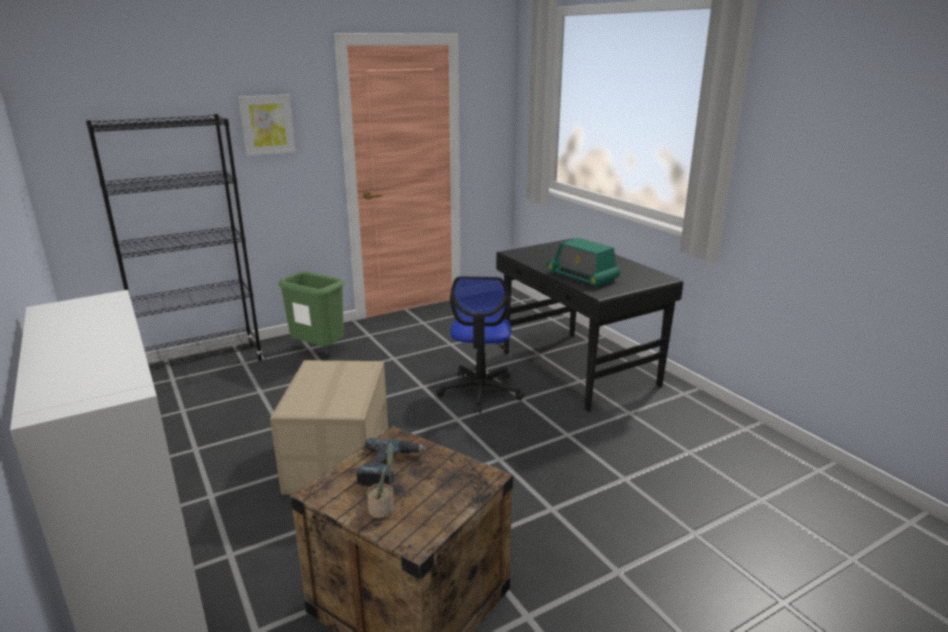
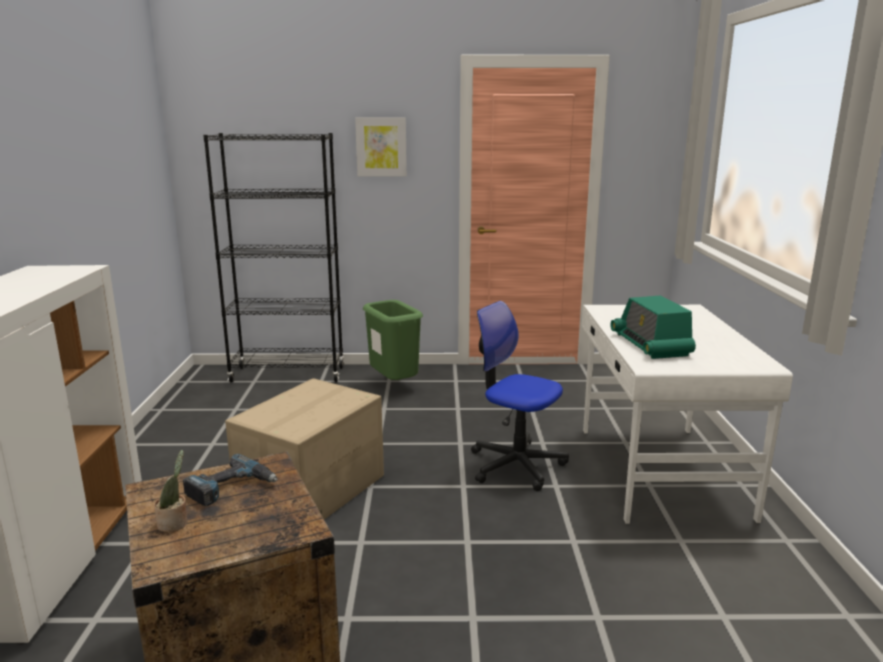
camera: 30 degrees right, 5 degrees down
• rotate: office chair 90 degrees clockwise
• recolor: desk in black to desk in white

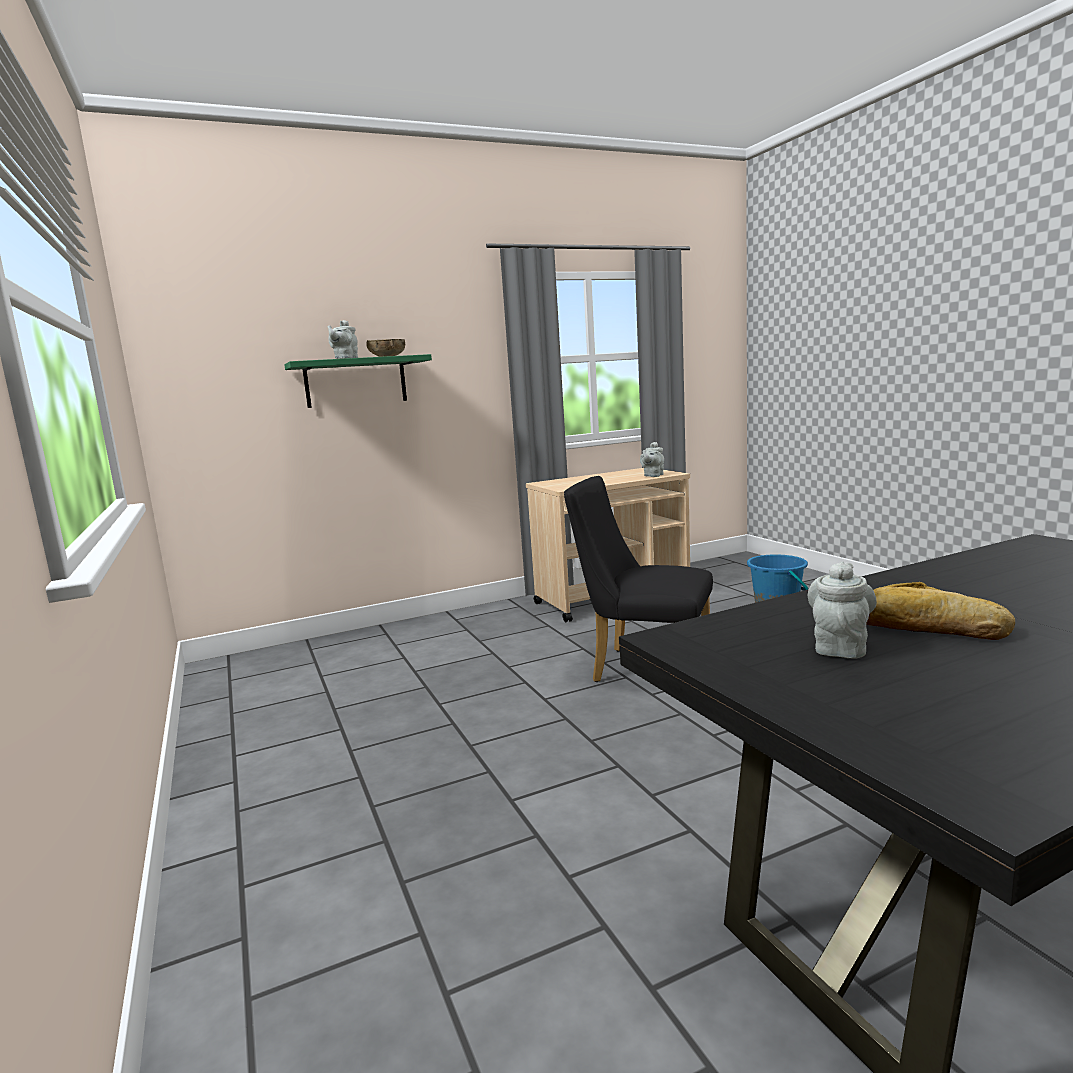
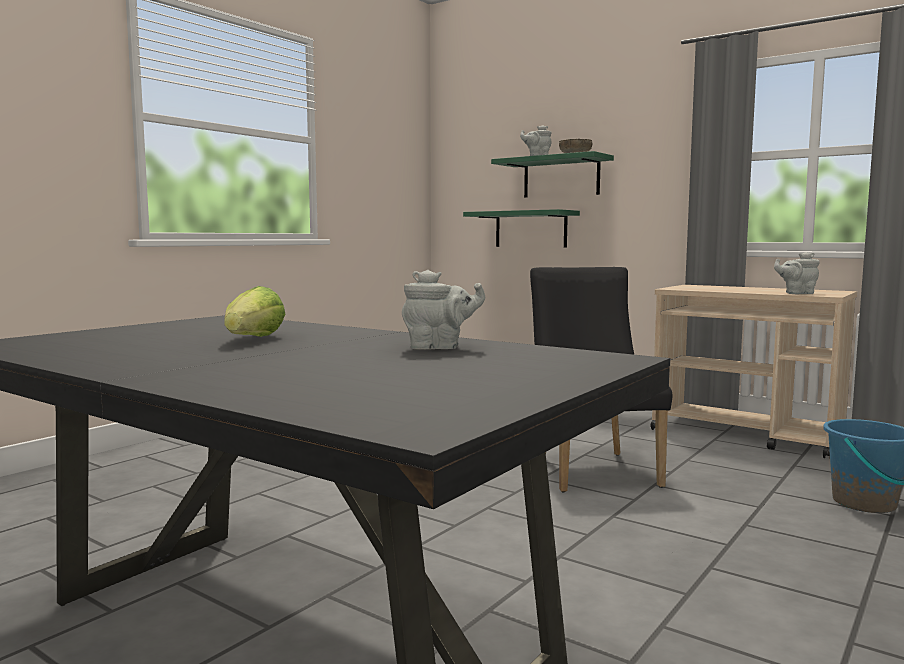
camera: 60 degrees right, 5 degrees down
• replace: bread to lettuce
• move: teapot in grey (3rd from left in the first image) to teapot in grey (1st from left)
• insert: shelf in green (1st from left)

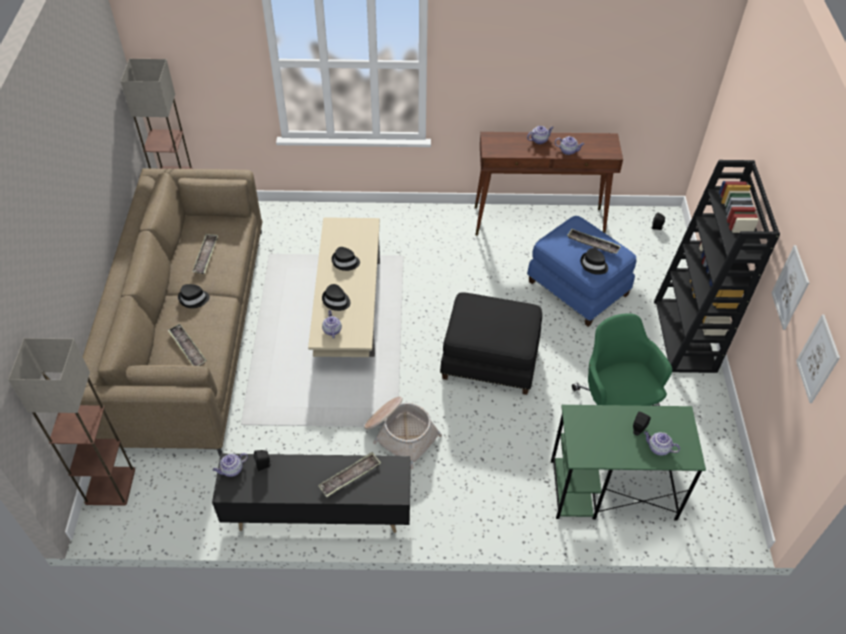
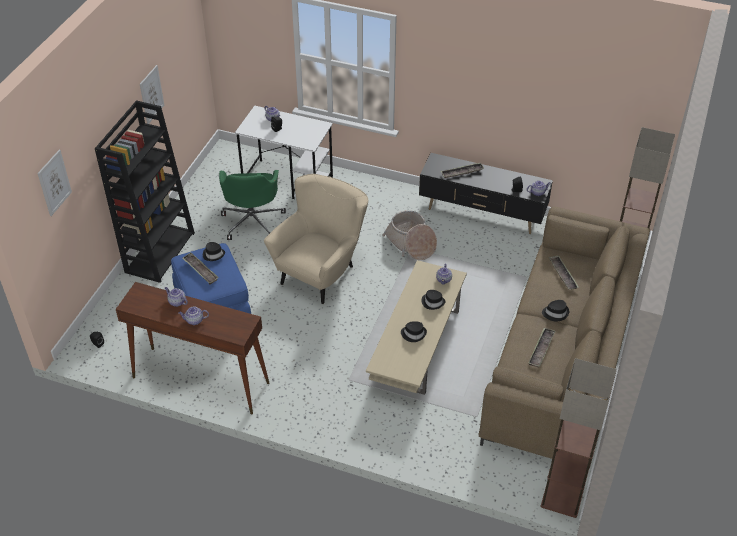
camera: 160 degrees left, 5 degrees down
• move: picture (2nd from left in the first image) to picture (1st from left)
• recolor: desk in green to desk in white
• replace: ottoman in black to armchair in beige

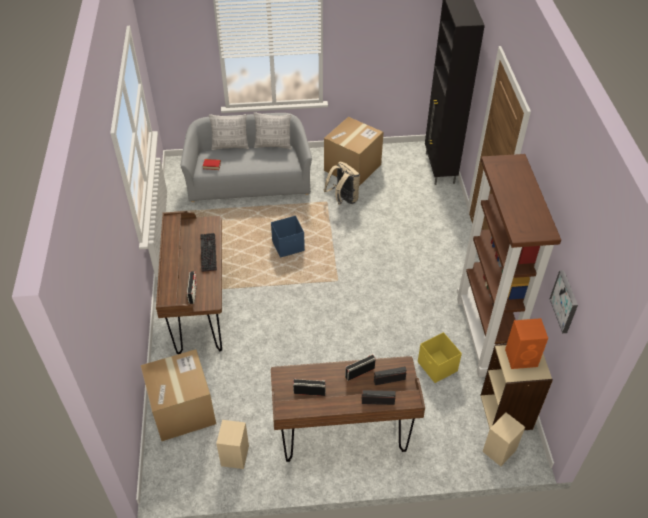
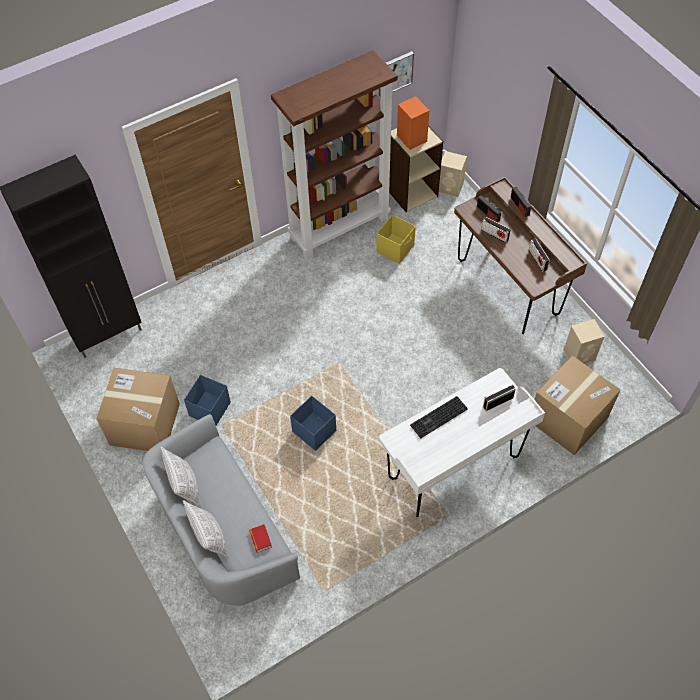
camera: 115 degrees left, 10 degrees up
• replace: backpack in beige to storage box in blue (1st from left)
• recolor: desk in brown (1st from left) to desk in white

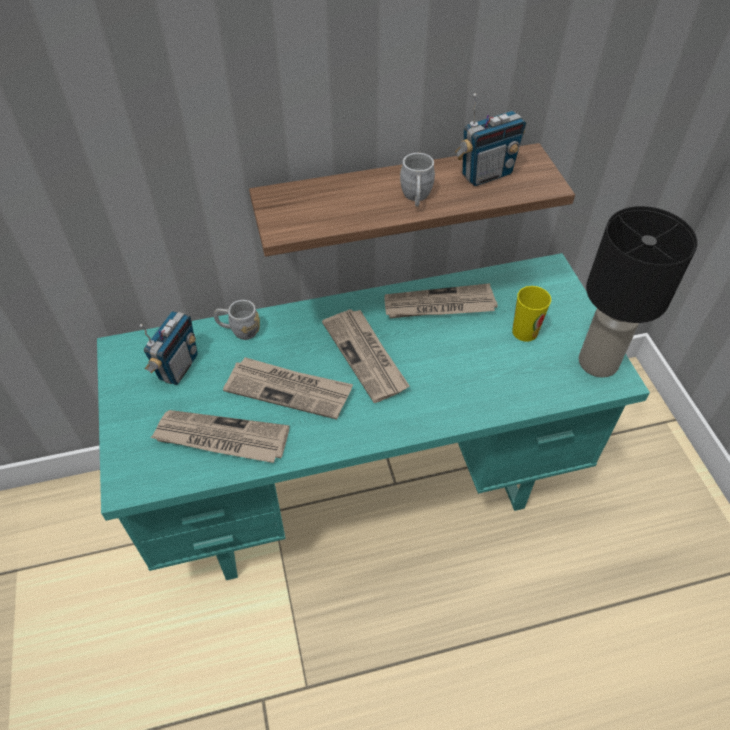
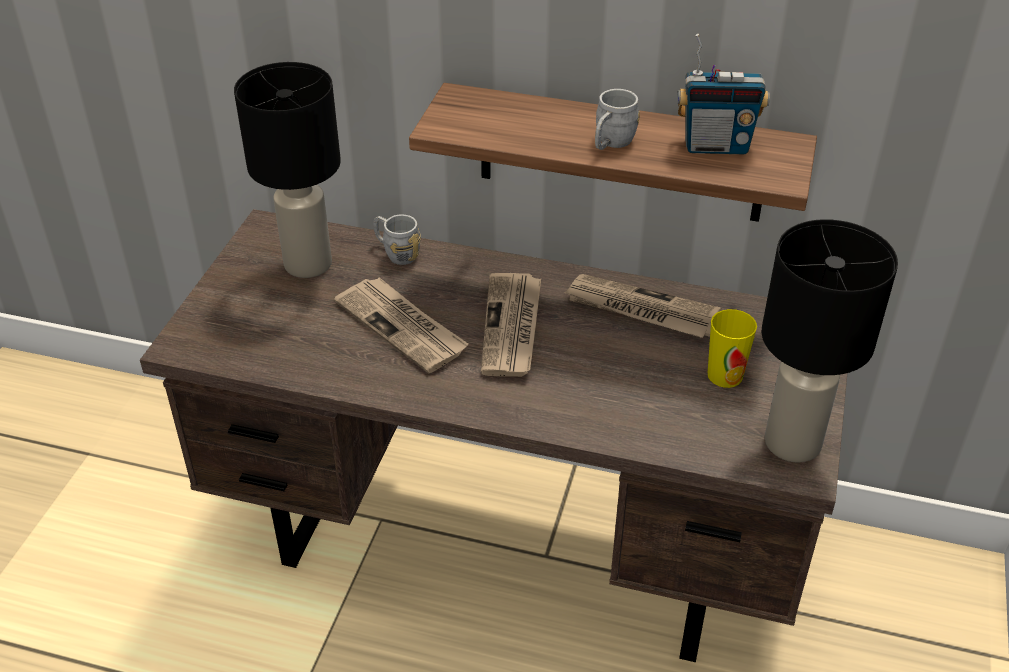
camera: 30 degrees right, 10 degrees down
• recolor: desk in turquoise to desk in brown
• replace: radio (1st from left) to table lamp in black (1st from left)
• delete: newspaper (1st from left)

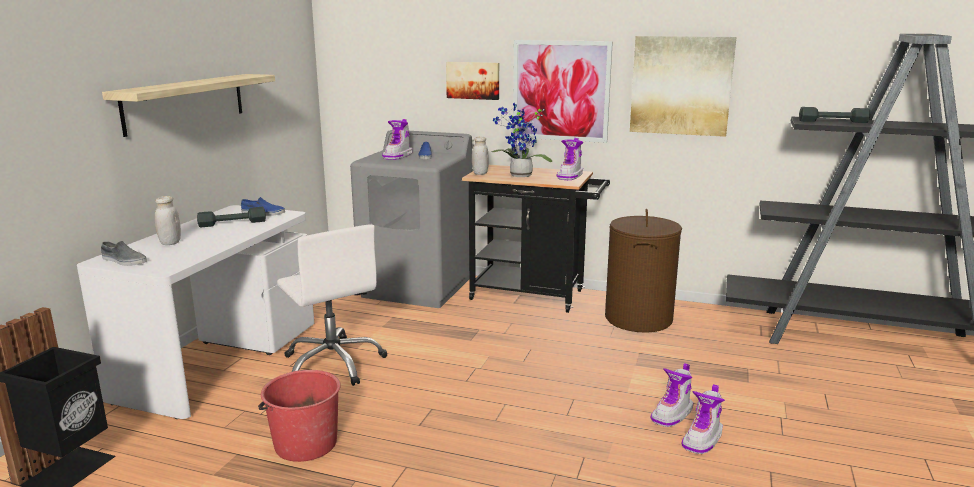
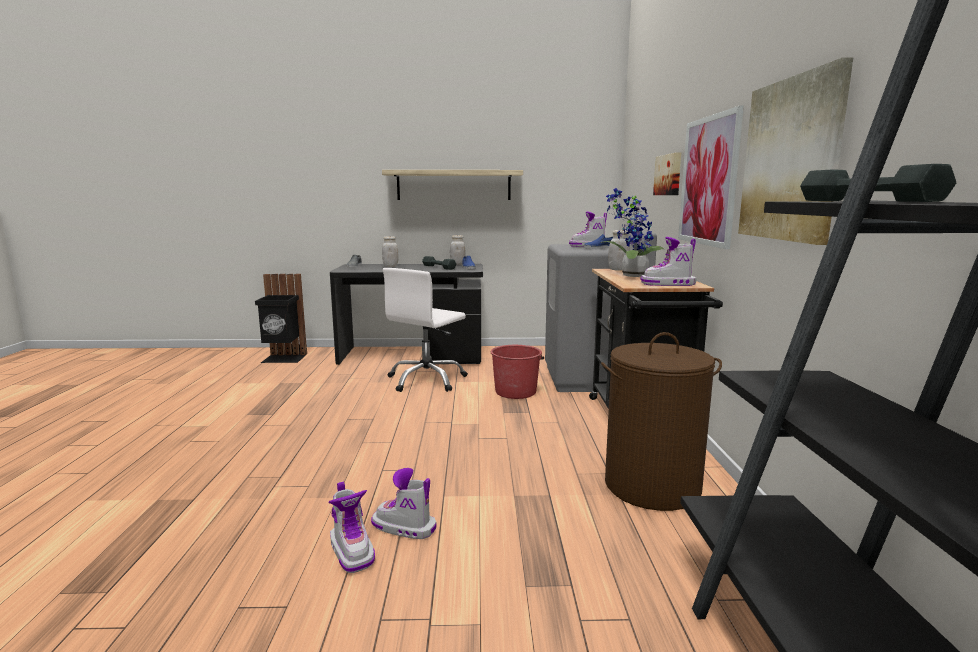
camera: 70 degrees right, 5 degrees down
• rotate: boot (4th from left in the first image) 135 degrees counterclockwise
• recolor: desk in white to desk in black
• insert: jar in white (2nd from left)
• move: bucket in red

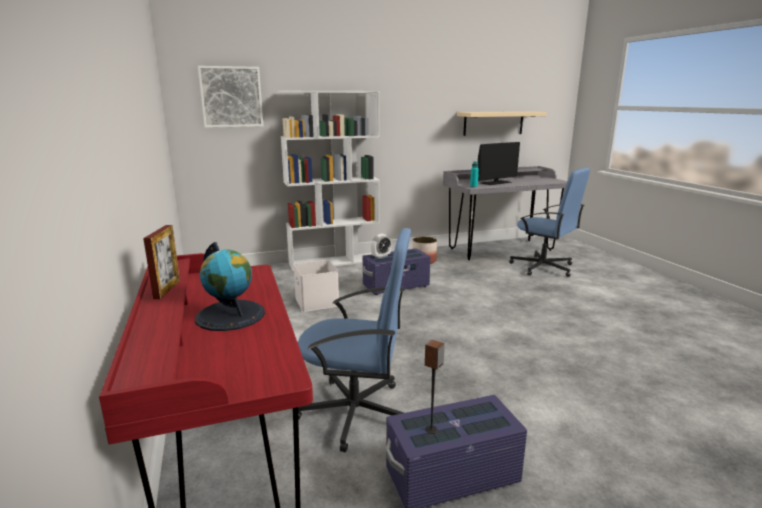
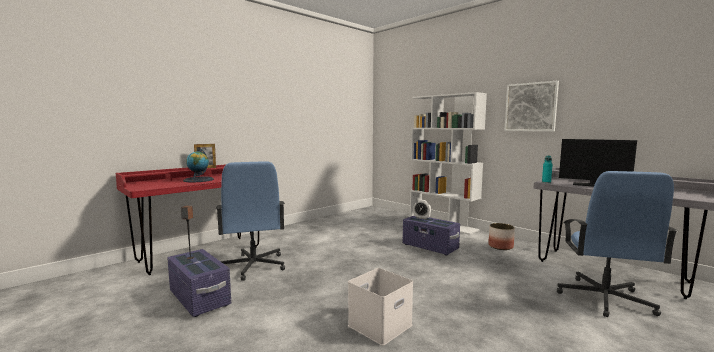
camera: 65 degrees right, 10 degrees down
• move: storage box in white
• move: picture
• delete: shelf in beige

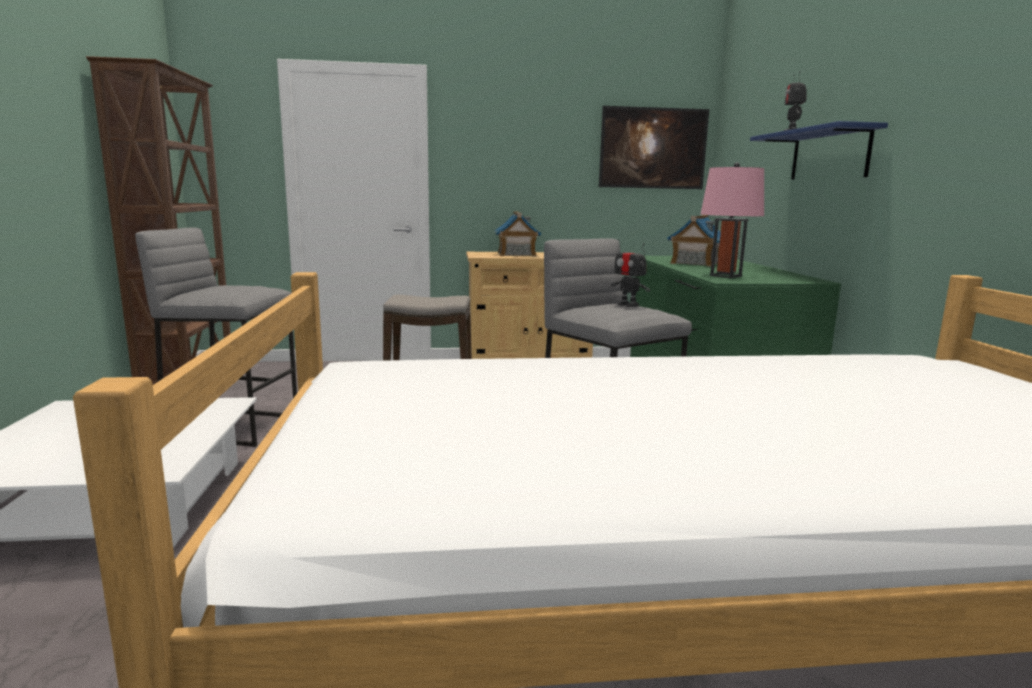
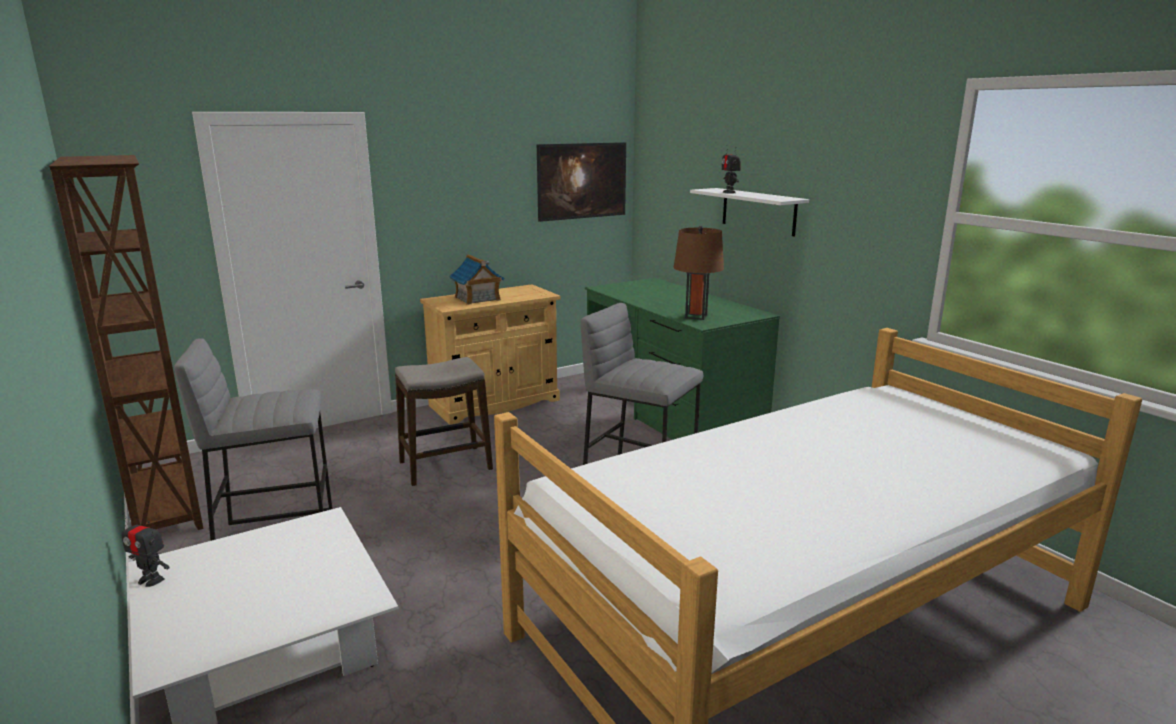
camera: 25 degrees left, 5 degrees up
• move: toy robot (1st from left)
• recolor: table lamp in pink to table lamp in brown
• recolor: shelf in blue to shelf in white
• delete: toy house (2nd from left)

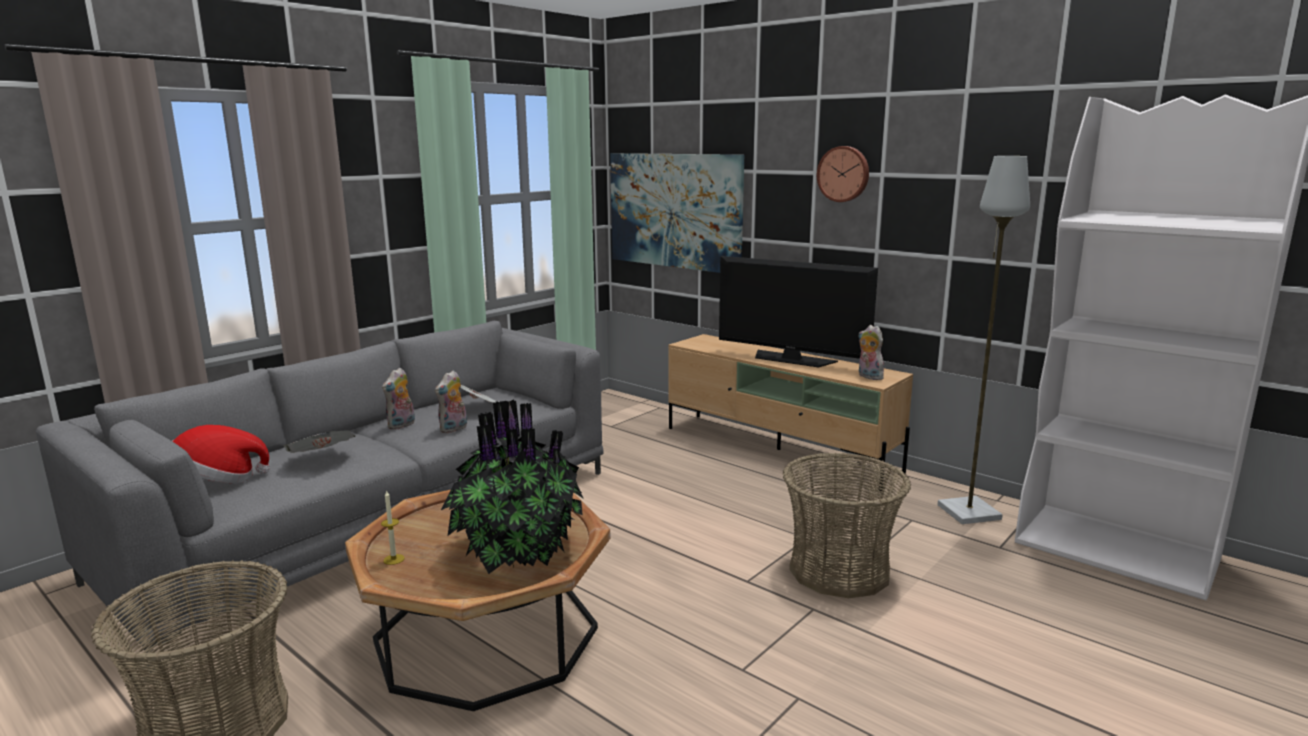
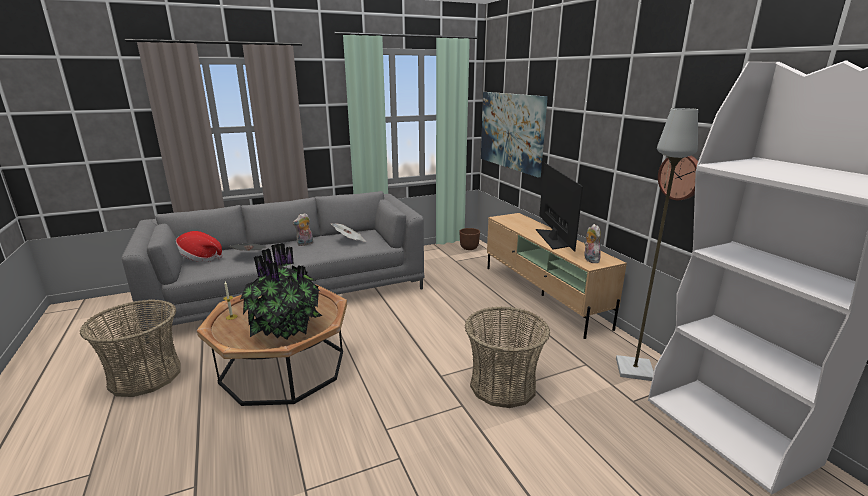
camera: 25 degrees right, 5 degrees up
• insert: planter in brown
• rotate: television 150 degrees counterclockwise
• move: wall clock
• delete: plush toy (2nd from left)

